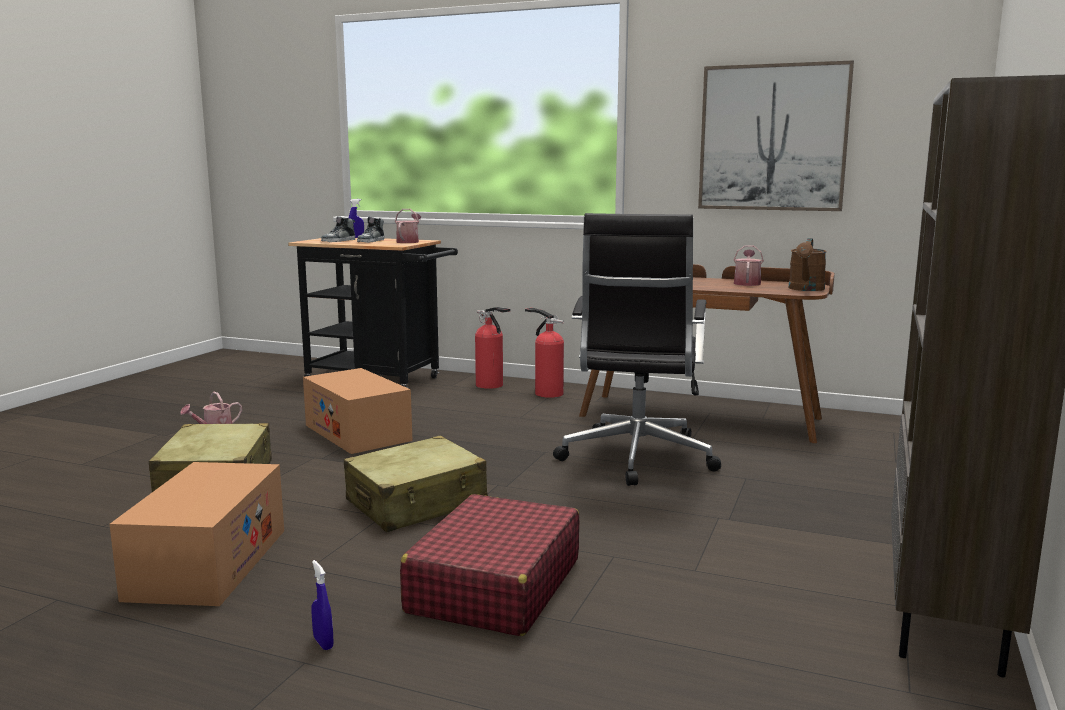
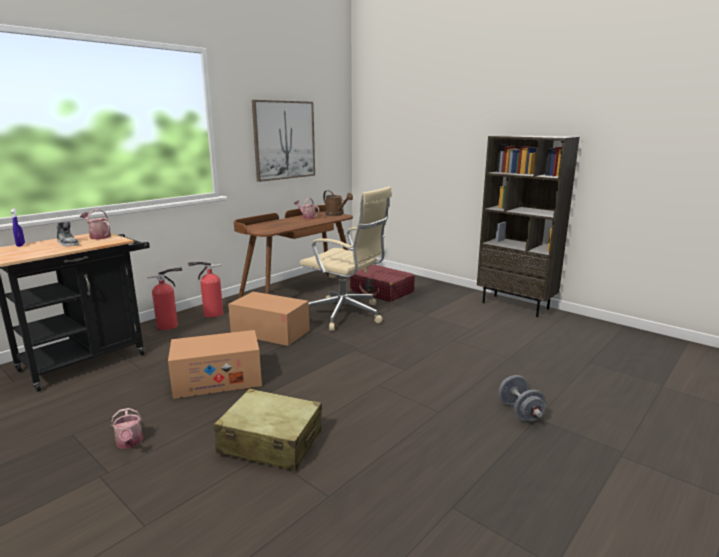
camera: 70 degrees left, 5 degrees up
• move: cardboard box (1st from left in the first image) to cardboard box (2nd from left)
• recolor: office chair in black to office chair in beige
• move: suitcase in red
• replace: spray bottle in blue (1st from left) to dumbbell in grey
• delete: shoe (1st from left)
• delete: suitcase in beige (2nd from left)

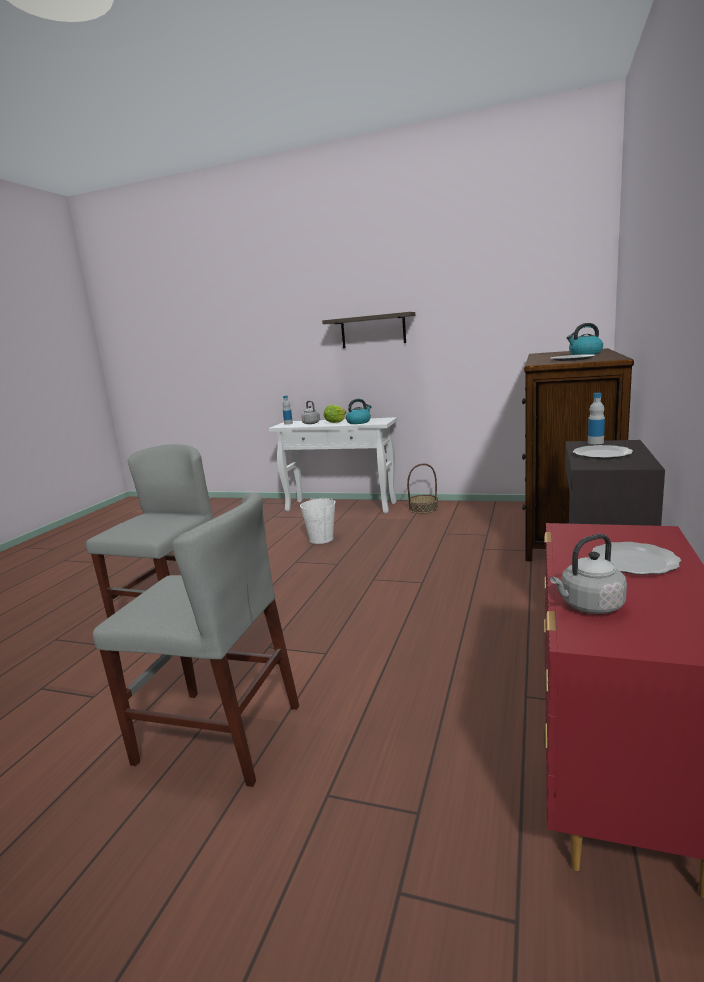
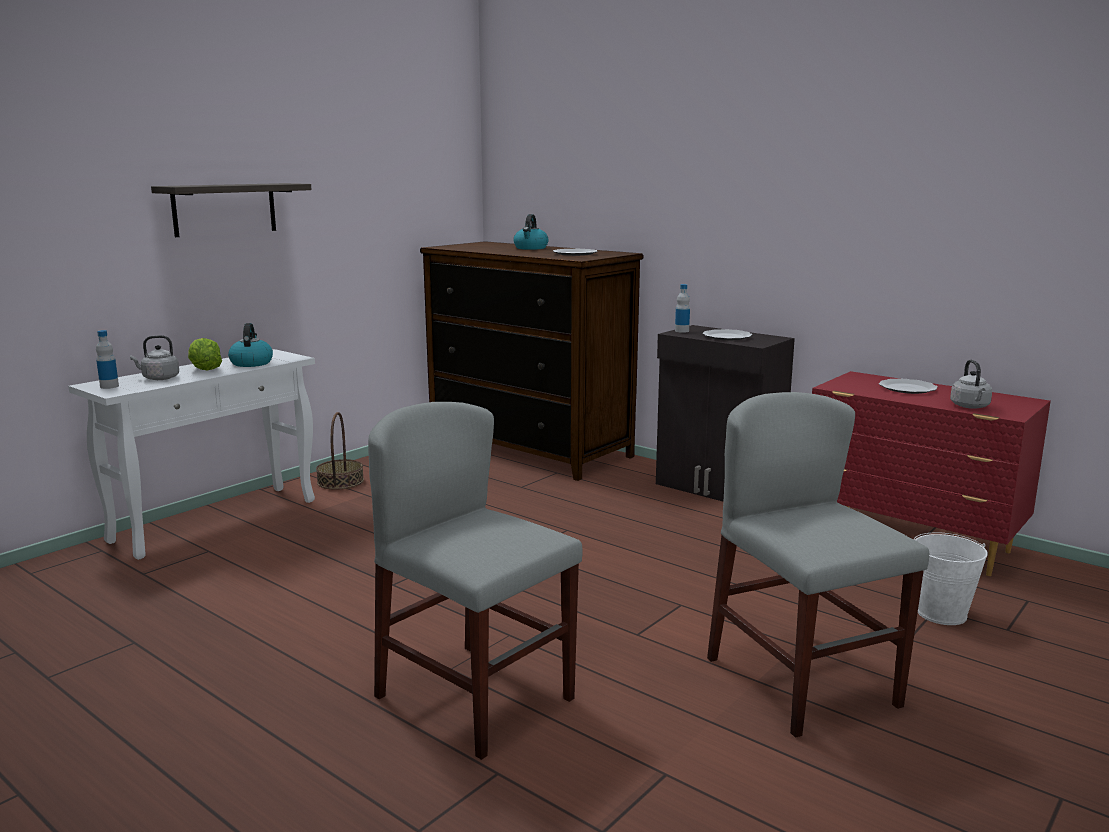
camera: 70 degrees left, 0 degrees up
• rotate: chair in grey (2nd from left) 60 degrees counterclockwise
• move: bucket in white

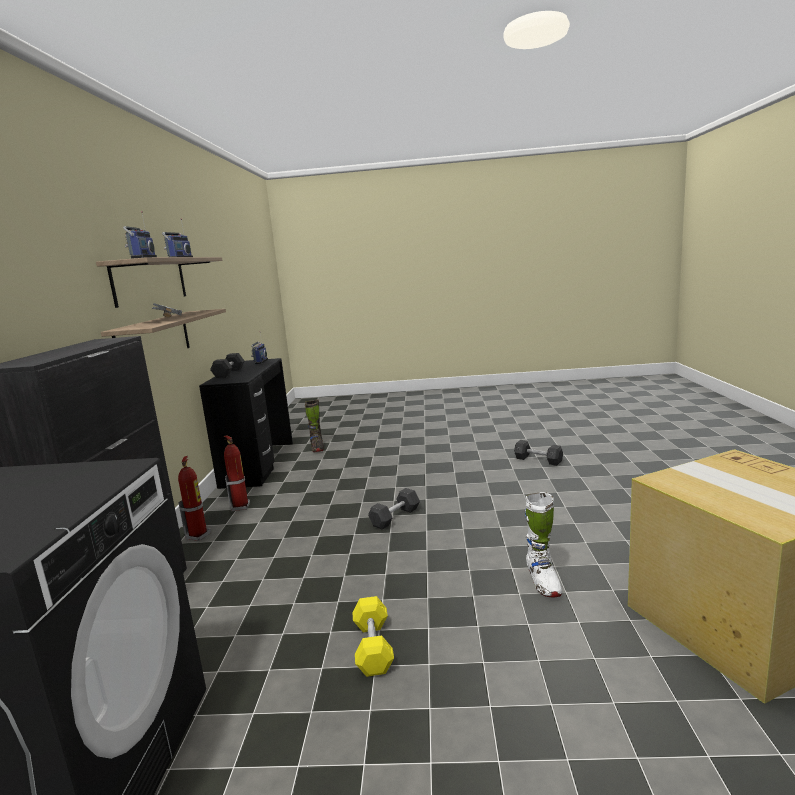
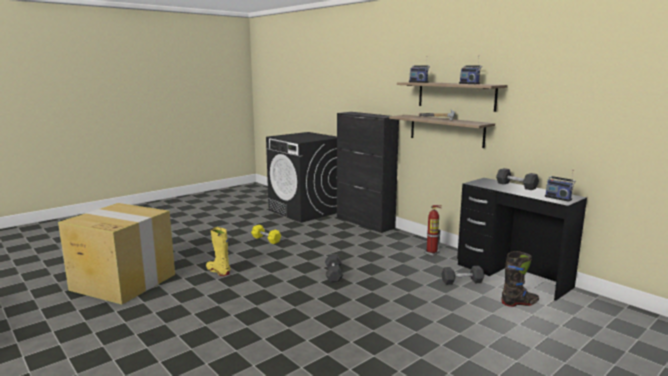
camera: 135 degrees right, 0 degrees up
• recolor: boot in white to boot in yellow
• move: dumbbell in grey (3rd from left in the first image) to dumbbell in grey (2nd from left)
• rotate: boot in black 135 degrees clockwise
• delete: fire extinguisher (1st from left)

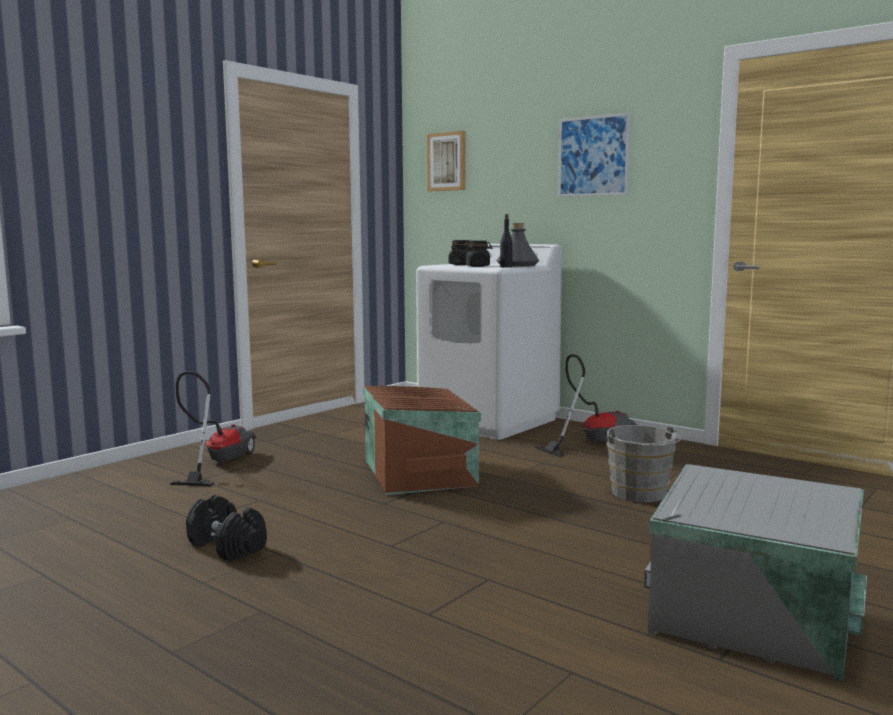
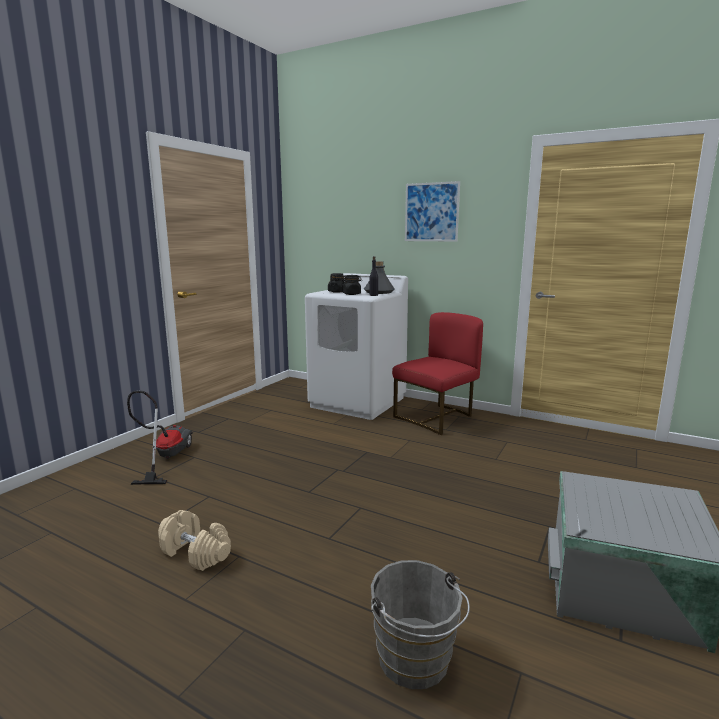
camera: 10 degrees left, 5 degrees up
• recolor: dumbbell in black to dumbbell in beige
• move: bucket in grey
• replace: vacuum cleaner (2nd from left) to chair in red
• delete: storage box in brown
• delete: picture (1st from left)

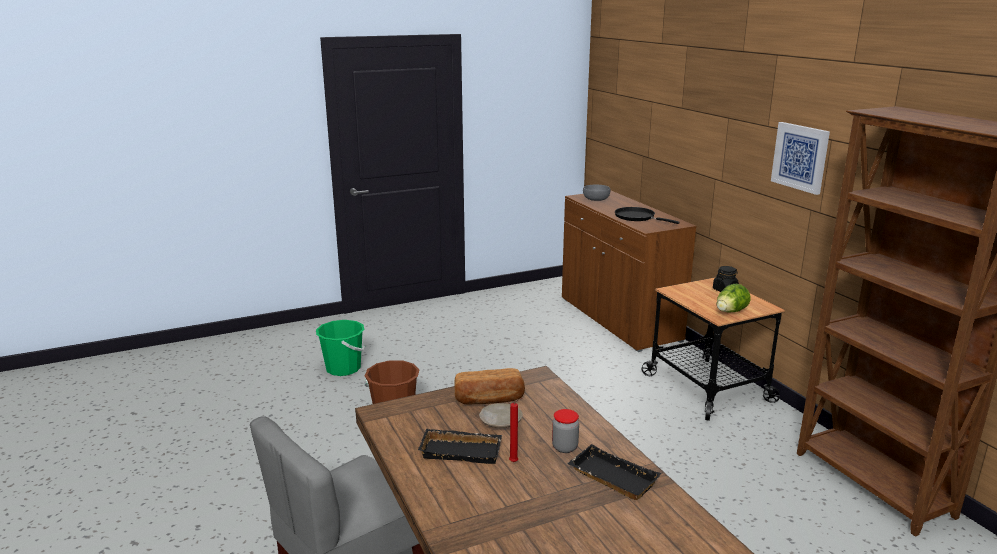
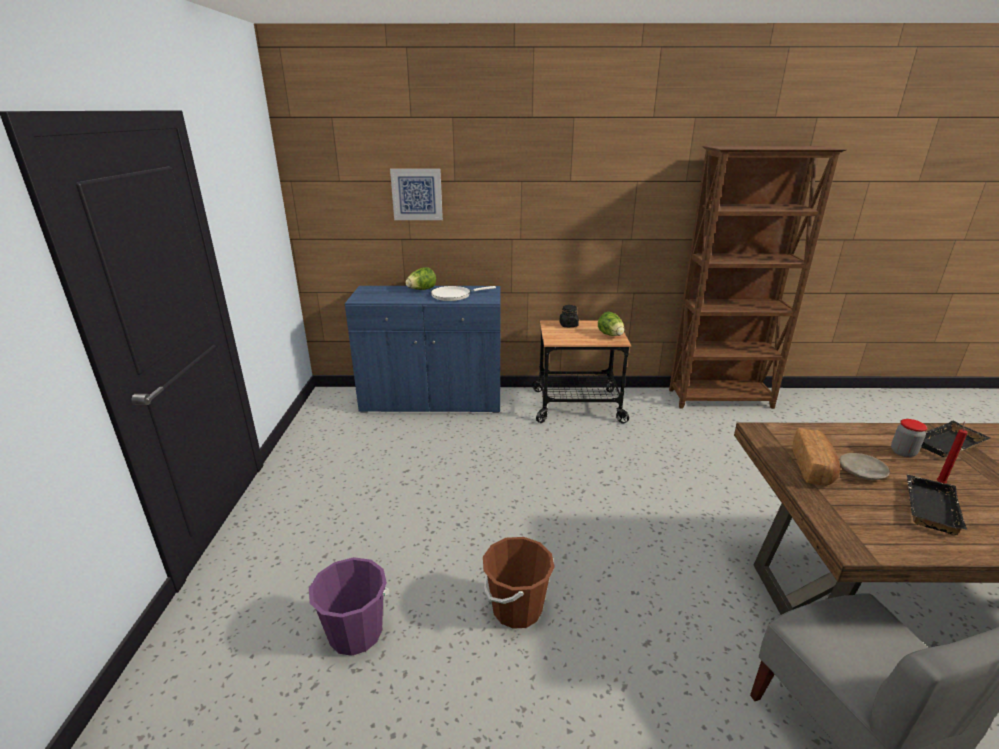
camera: 65 degrees left, 5 degrees up
• recolor: bucket in green to bucket in purple
• recolor: cabinet in brown to cabinet in blue
• move: picture
• insert: lettuce (1st from left)
• recolor: frying pan in black to frying pan in white
• delete: bowl in grey

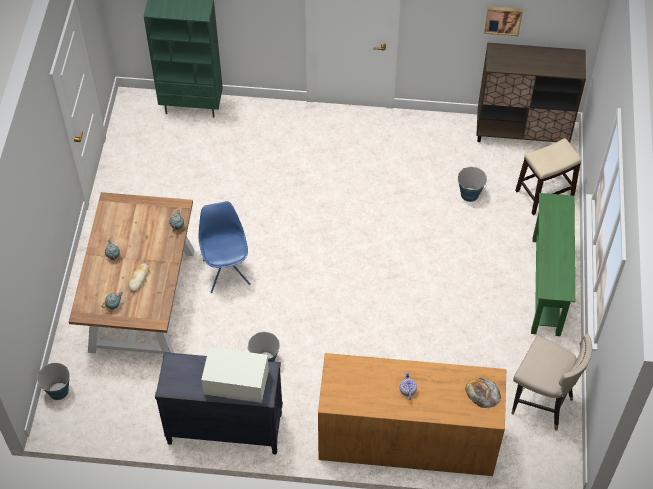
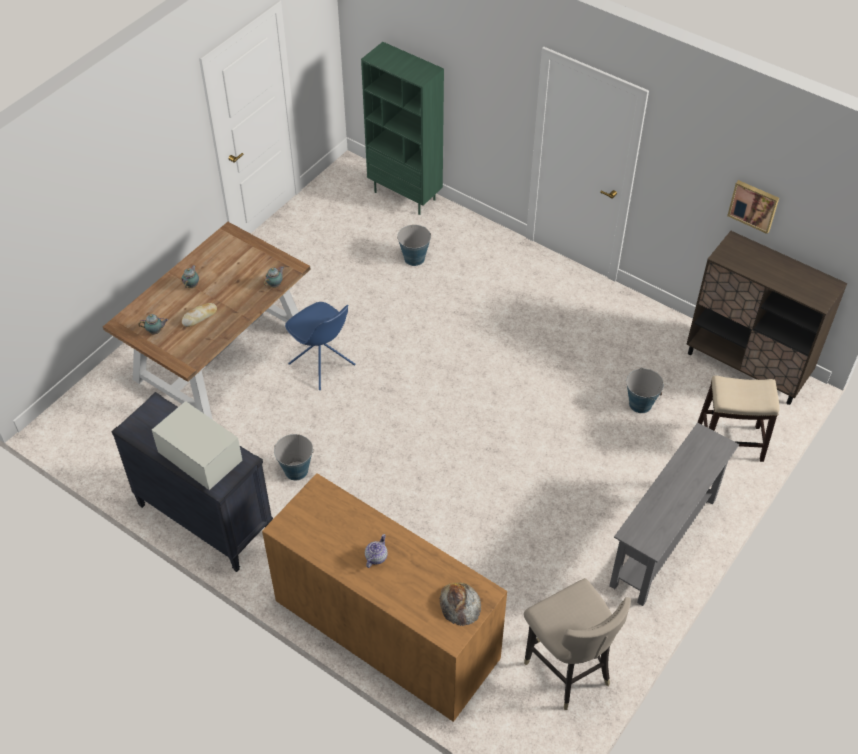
camera: 30 degrees right, 5 degrees down
• rotate: chair in blue 120 degrees clockwise
• move: bucket (1st from left in the first image) to bucket (2nd from left)
• recolor: console table in green to console table in grey

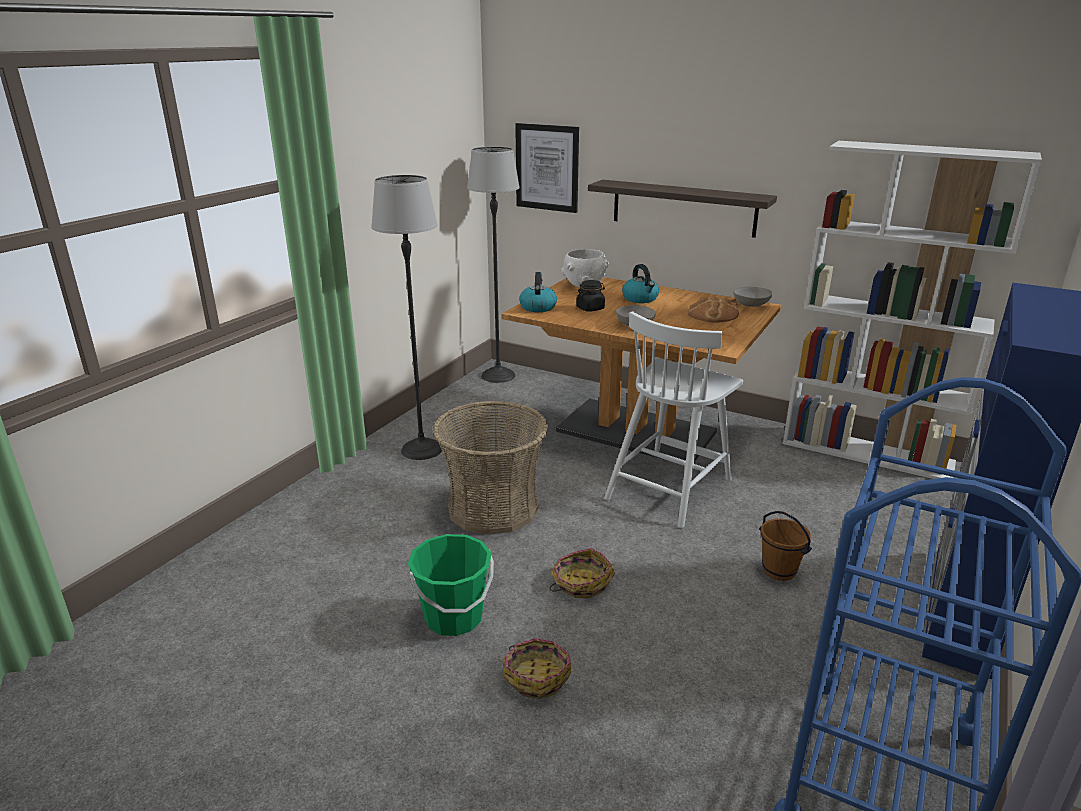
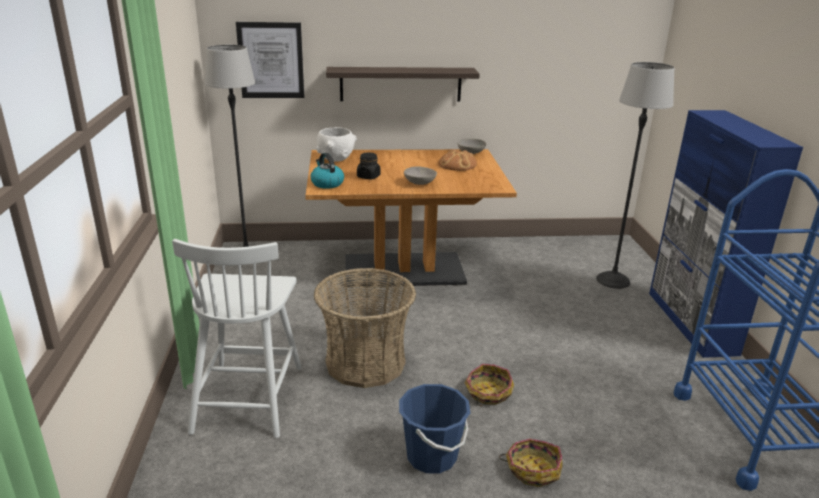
camera: 35 degrees left, 0 degrees up
• move: chair in white
• recolor: bucket in green to bucket in blue
• move: floor lamp (1st from left in the first image) to floor lamp (2nd from left)
• delete: kettle (2nd from left)
• delete: bucket in brown
• delete: bookcase in white

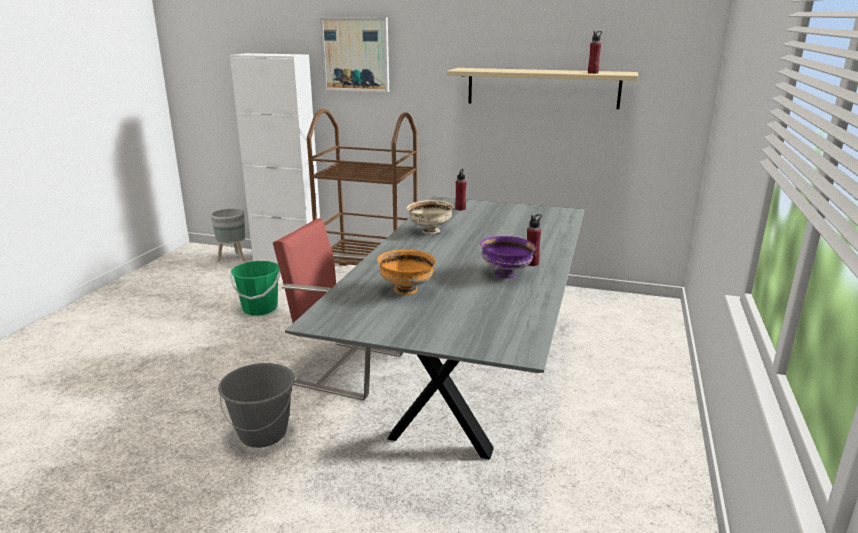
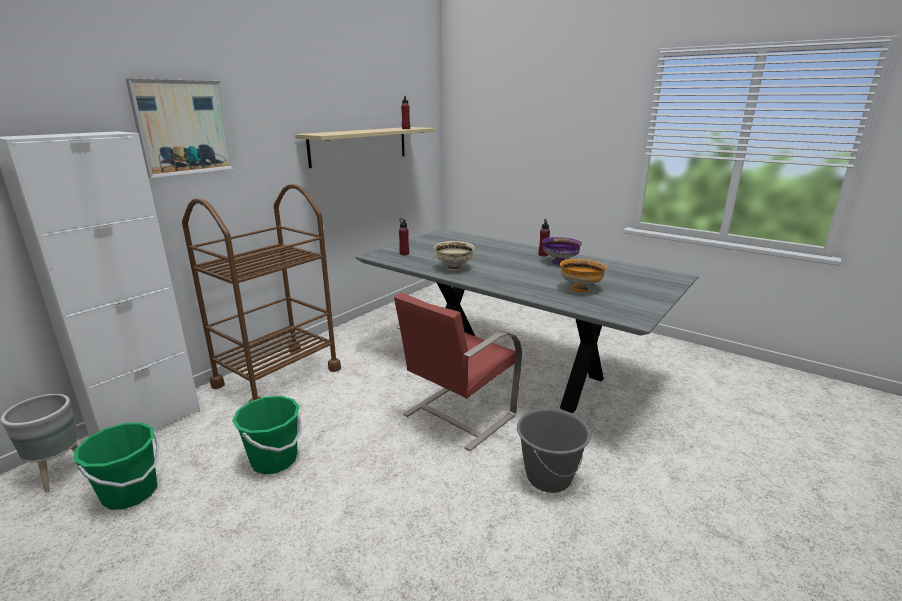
camera: 70 degrees left, 0 degrees up
• insert: bucket in green (1st from left)

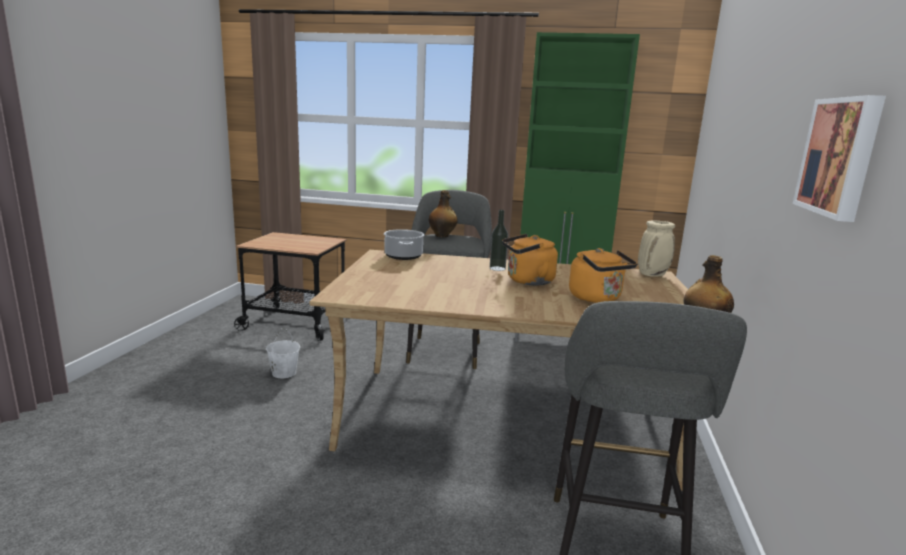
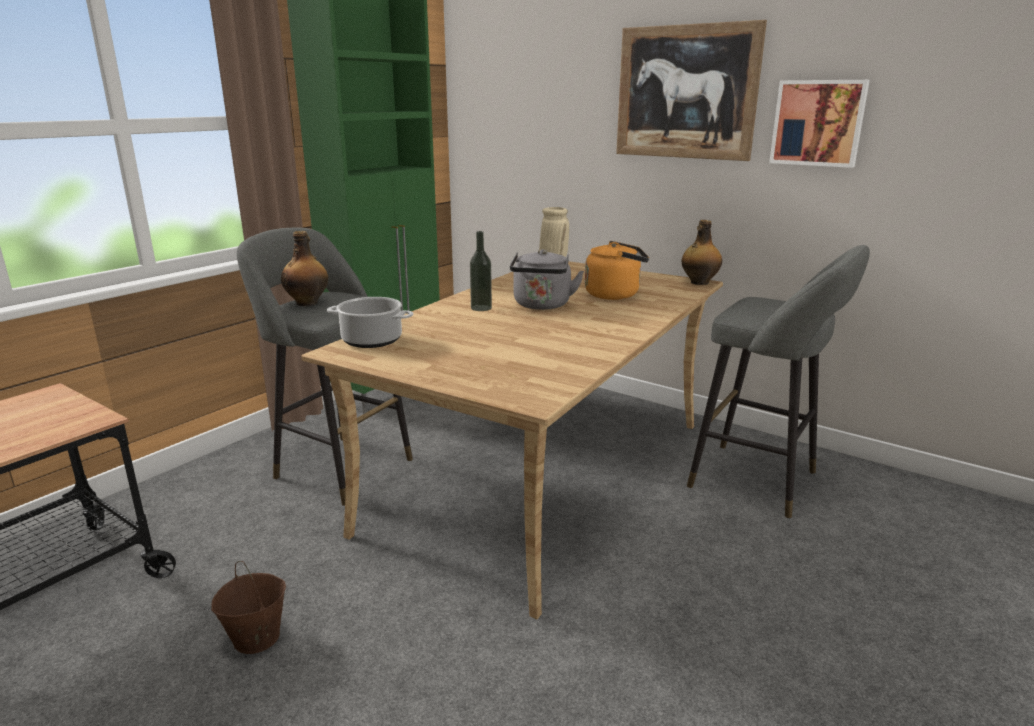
camera: 65 degrees left, 5 degrees up
• recolor: bucket in white to bucket in brown
• recolor: kettle in orange (1st from left) to kettle in grey
• insert: picture (1st from left)

